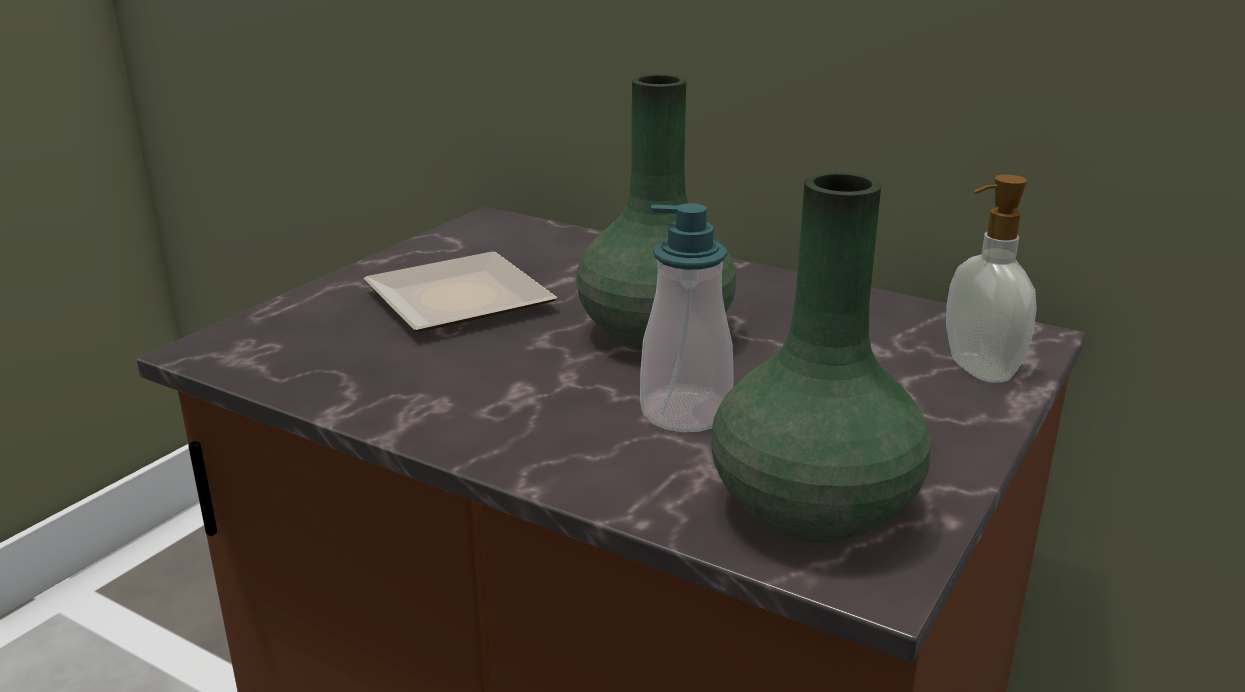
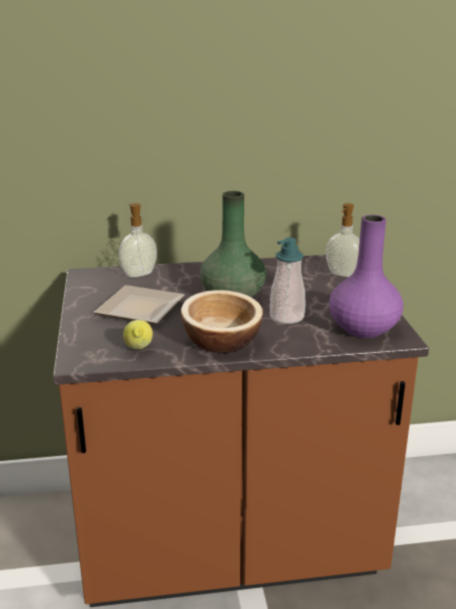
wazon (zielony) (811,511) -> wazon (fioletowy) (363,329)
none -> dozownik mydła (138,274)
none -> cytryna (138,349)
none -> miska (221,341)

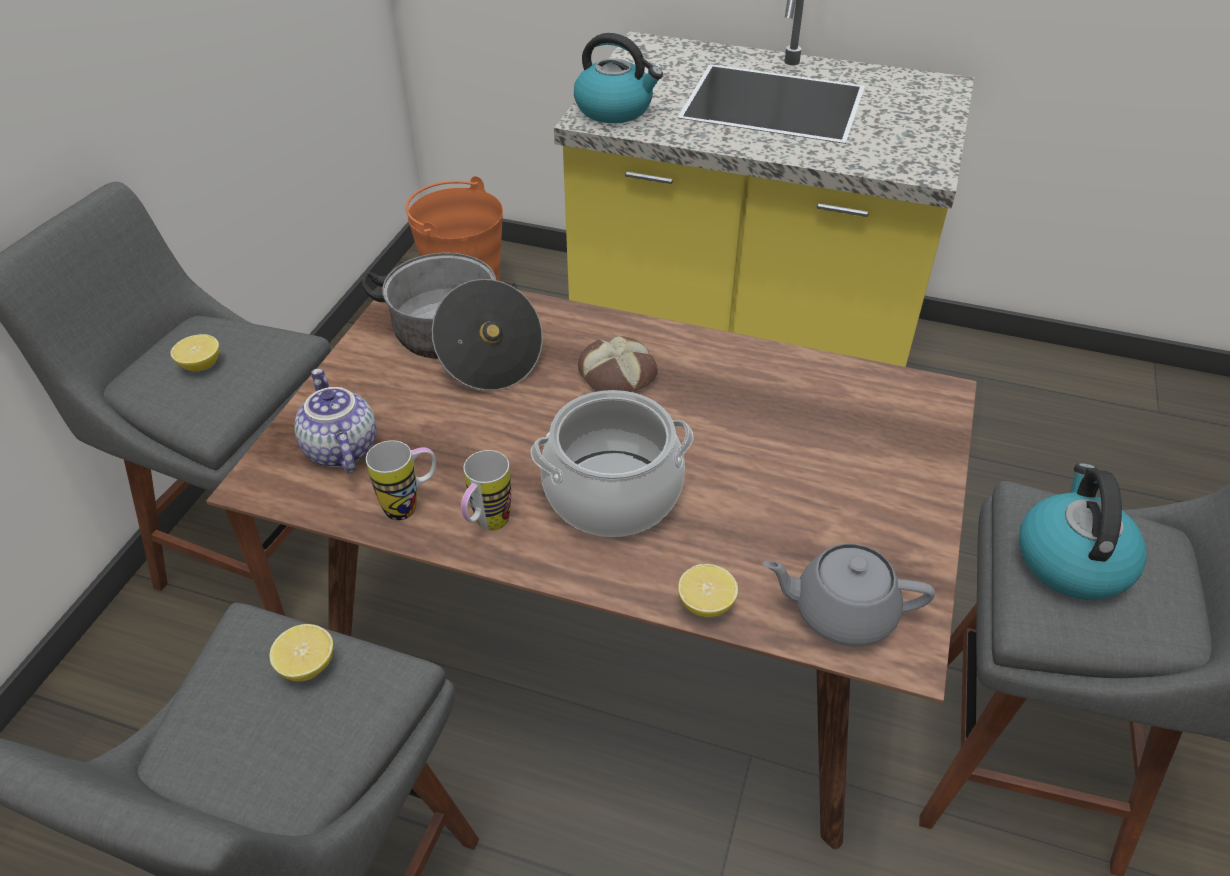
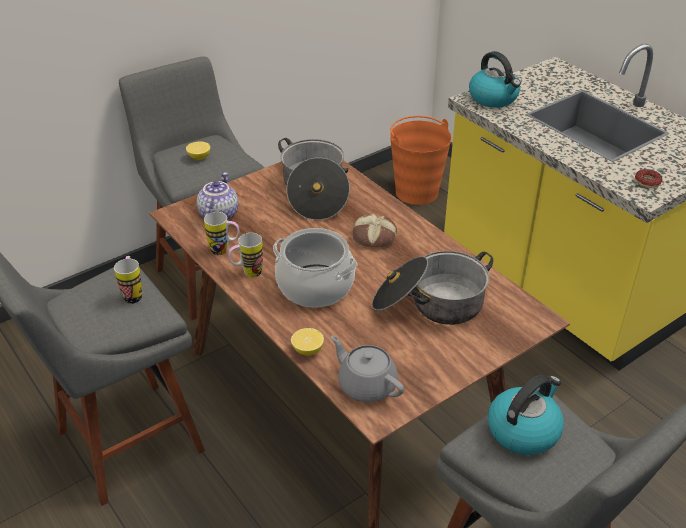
cytryna (307,665) -> kubek (133,294)
none -> garnek (430,304)
none -> donut (647,181)

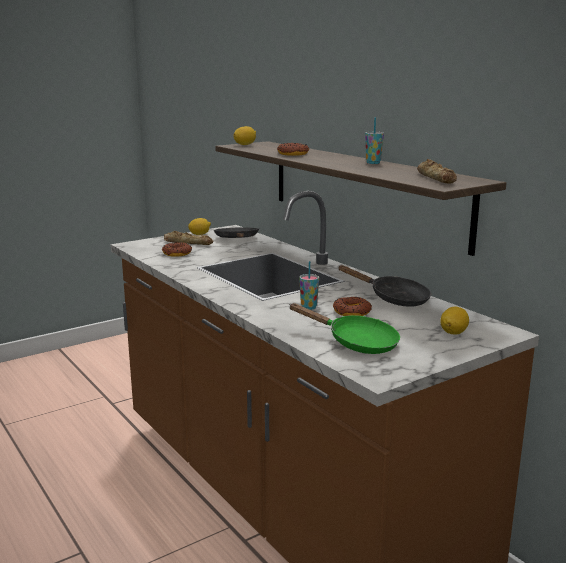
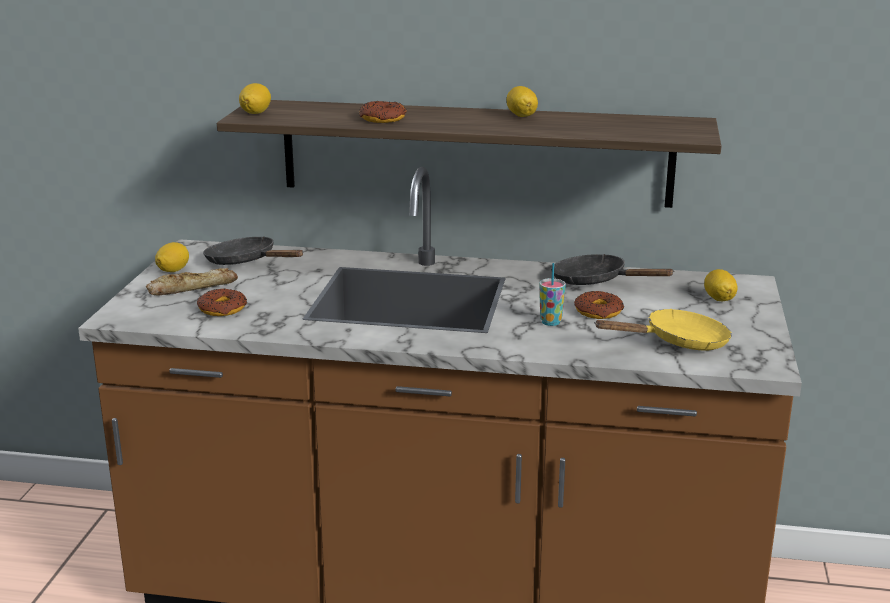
patelnia (zielony) (356,342) -> patelnia (żółty) (678,342)
patelnia (czarny) (393,298) -> patelnia (czarny) (595,281), 135 degrees counterclockwise
filiżanka (373,163) -> cytryna (521,116)
chleb (436,178) -> none

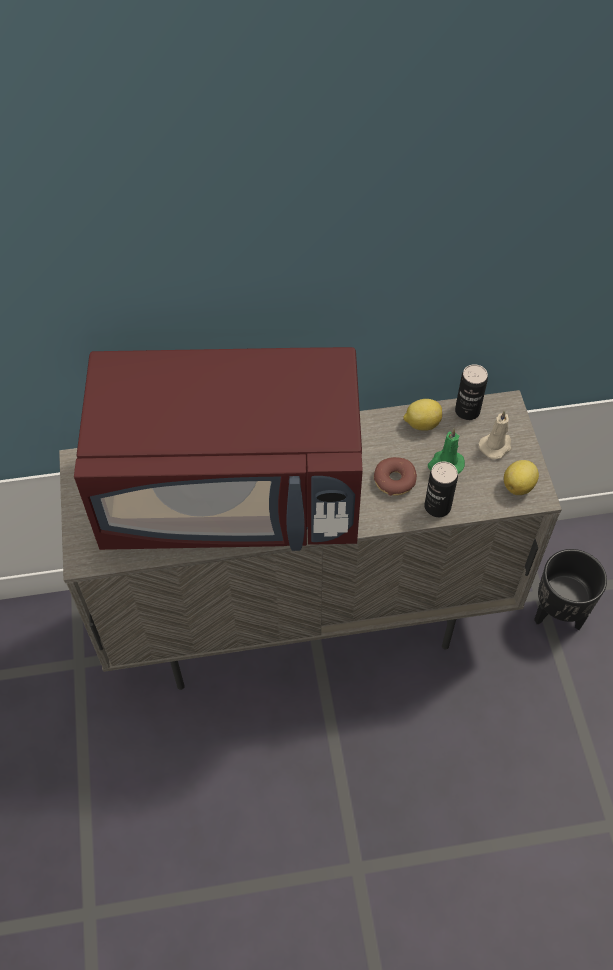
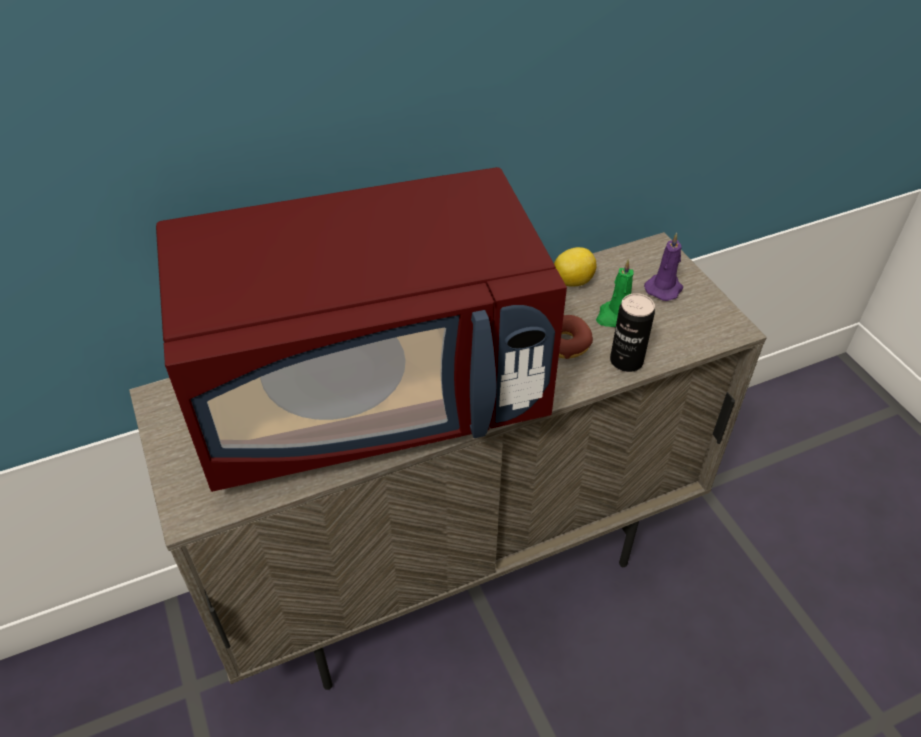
puszka (467,411) -> none
świeca (beżowy) (496,446) -> świeca (fioletowy) (664,288)
cytryna (519,485) -> none
donica (czarny) (558,612) -> none

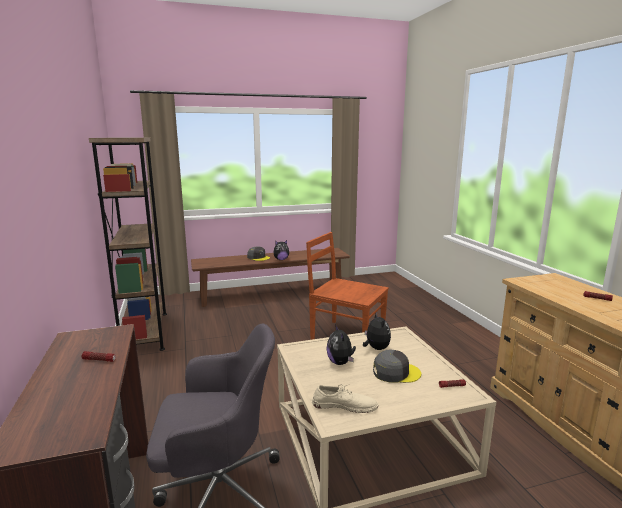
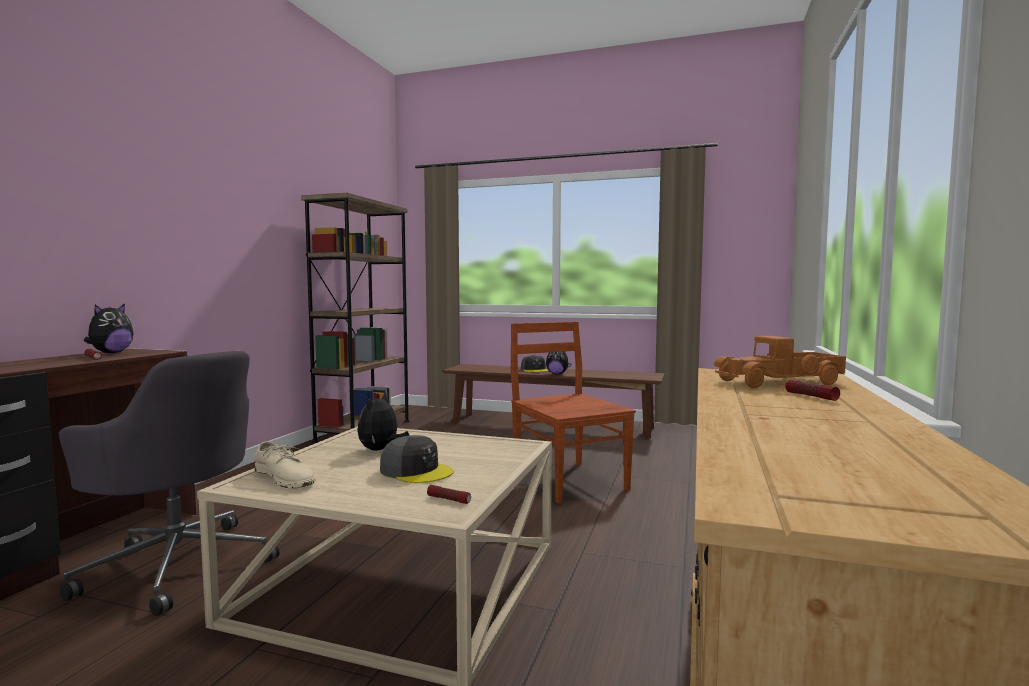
pluszak (376,348) -> pluszak (111,353), move
none -> ciężarówka zabawkowa (780,382)

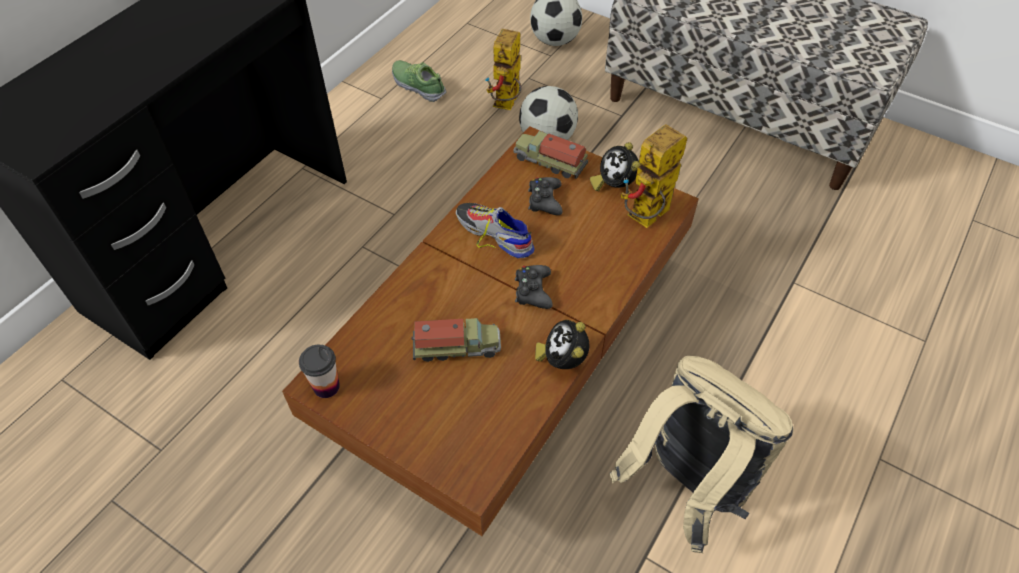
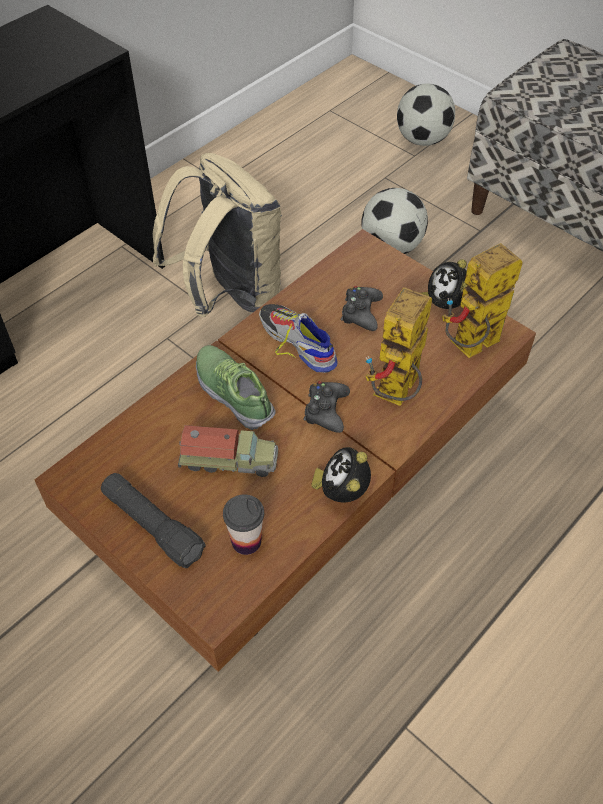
filiżanka (326,386) -> filiżanka (246,541), move
but (418,86) -> but (234,392), move
robot zabawkowy (507,105) -> robot zabawkowy (396,396), move
ciężarówka zabawkowa (549,162) -> none
plecak (beżowy) (685,487) -> plecak (beżowy) (229,295), move
none -> latarka (czarny) (152,526)

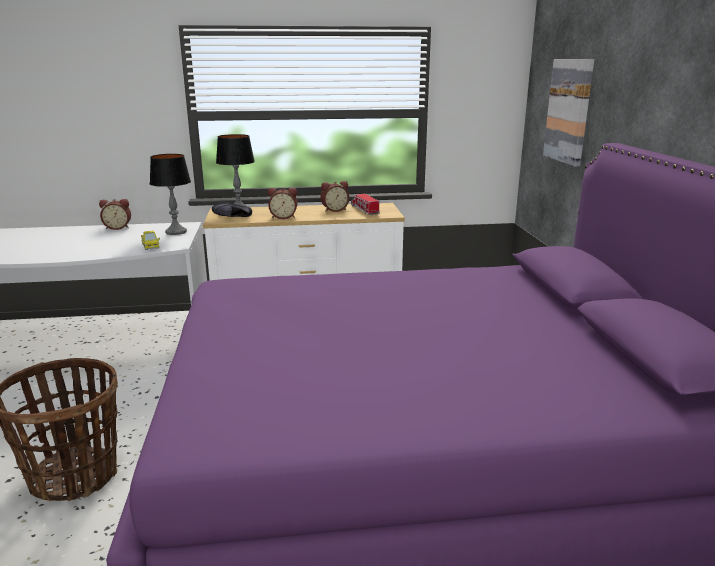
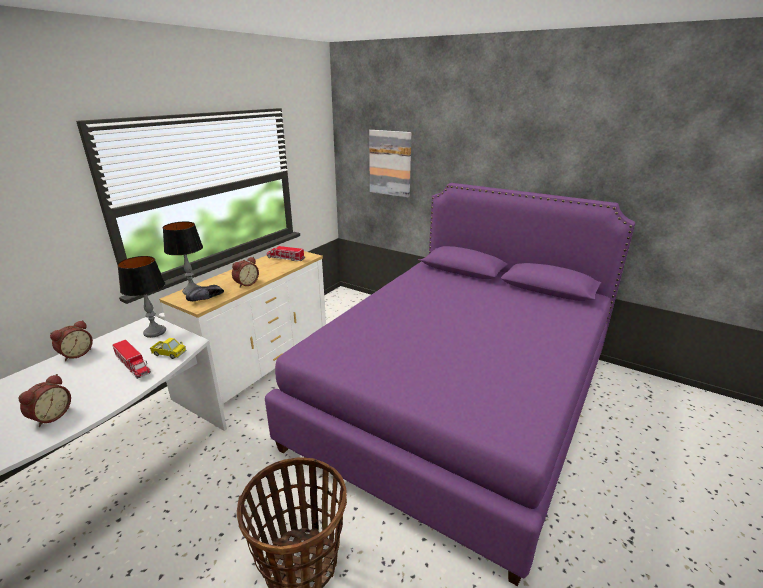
budzik (334,210) -> budzik (51,416), move
none -> ciężarówka zabawkowa (133,365)

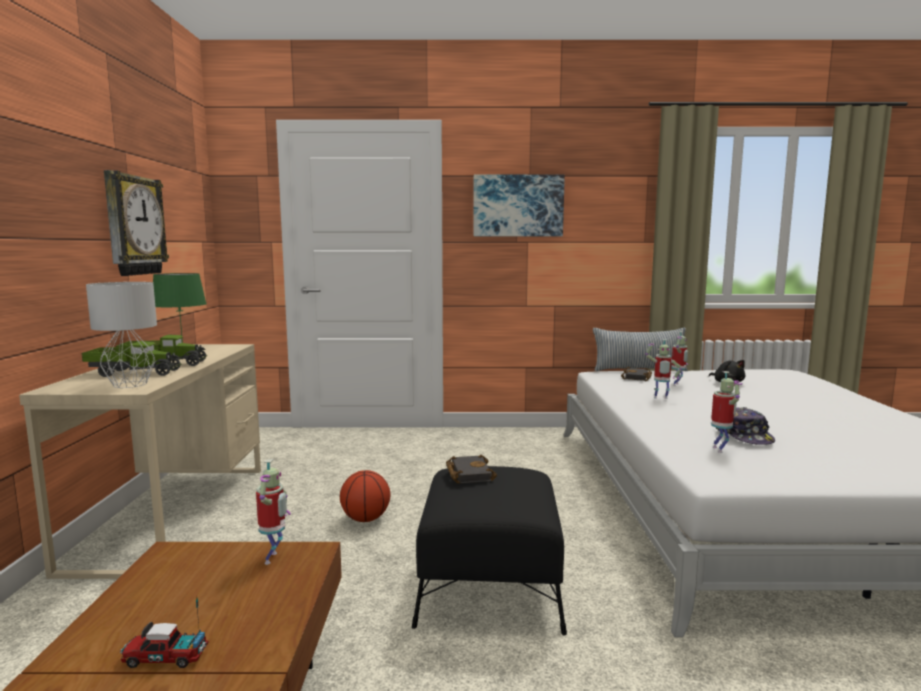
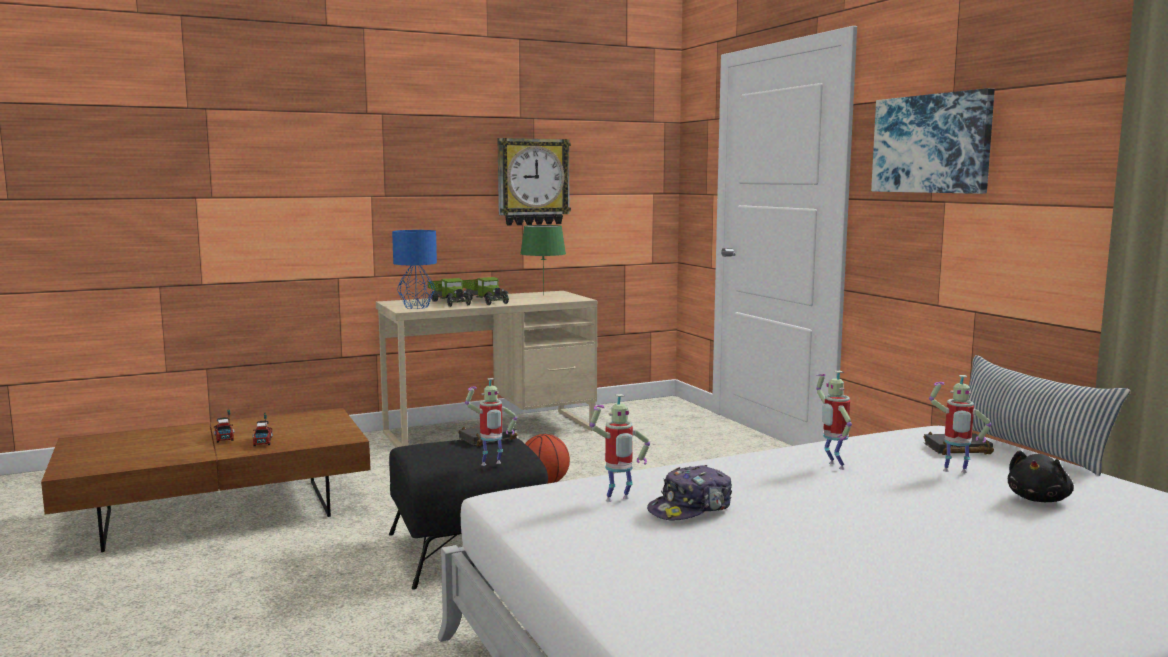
lampa stołowa (szary) (129,384) -> lampa stołowa (niebieski) (416,307)
robot zabawkowy (274,558) -> robot zabawkowy (491,465), move
none -> ciężarówka zabawkowa (263,441)

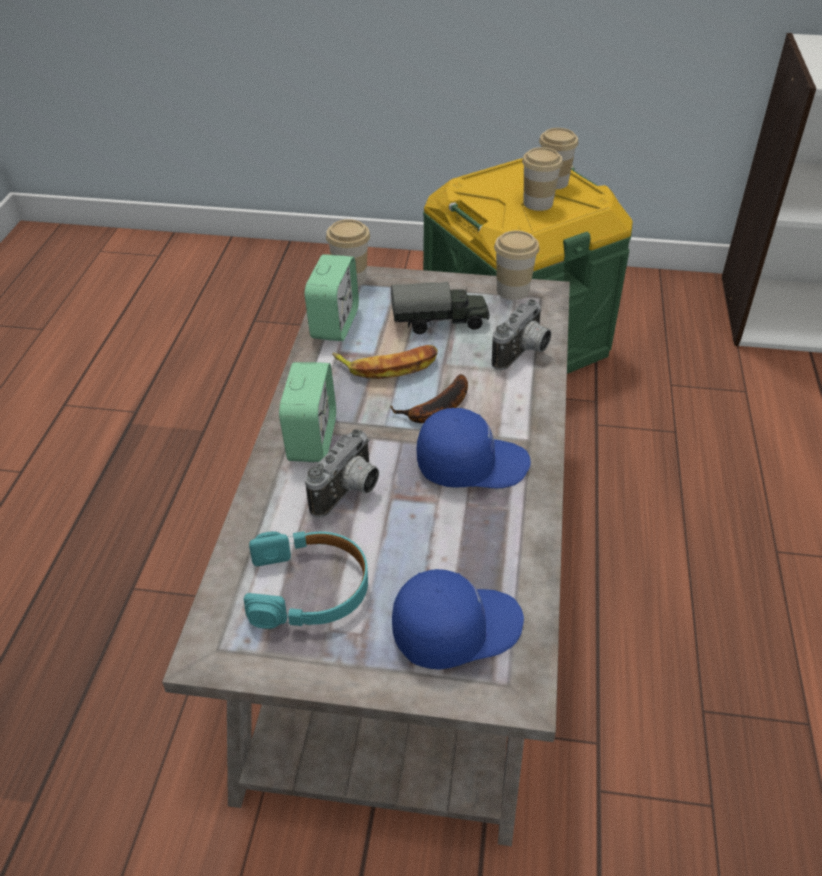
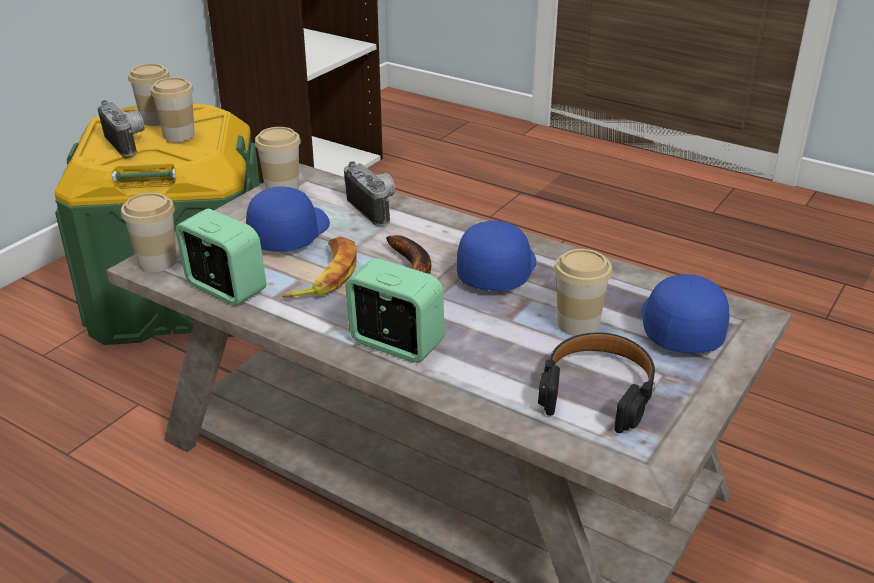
słuchawki (turkusowy) (309,589) -> słuchawki (czarny) (597,390)
aparat fotograficzny (349,493) -> aparat fotograficzny (128,143), move
ciężarówka zabawkowa (440,322) -> czapka z daszkiem (niebieski) (289,233)
none -> filiżanka (577,324)

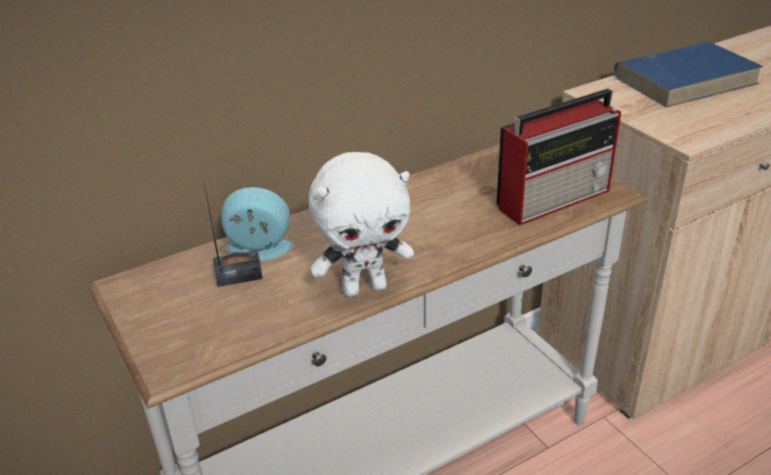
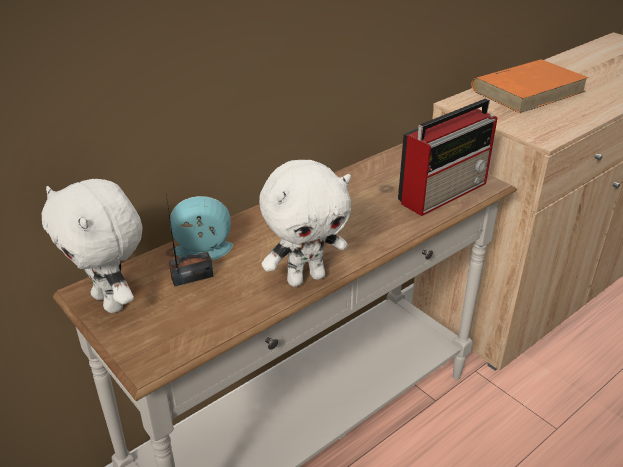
książka (niebieski) (686,80) -> książka (pomarańczowy) (528,90)
none -> pluszak (biały) (111,302)

